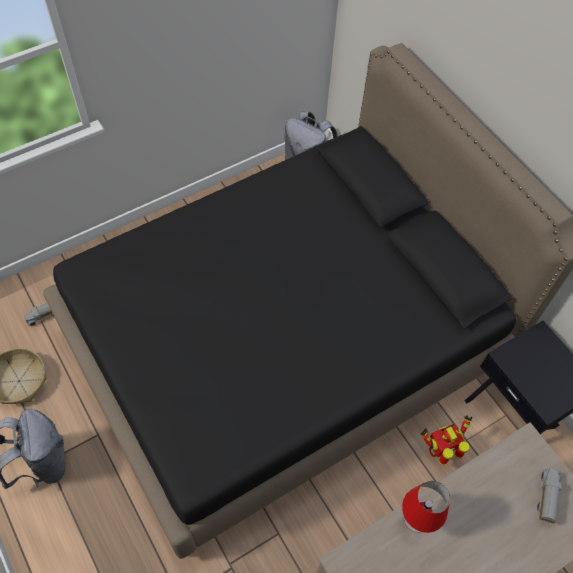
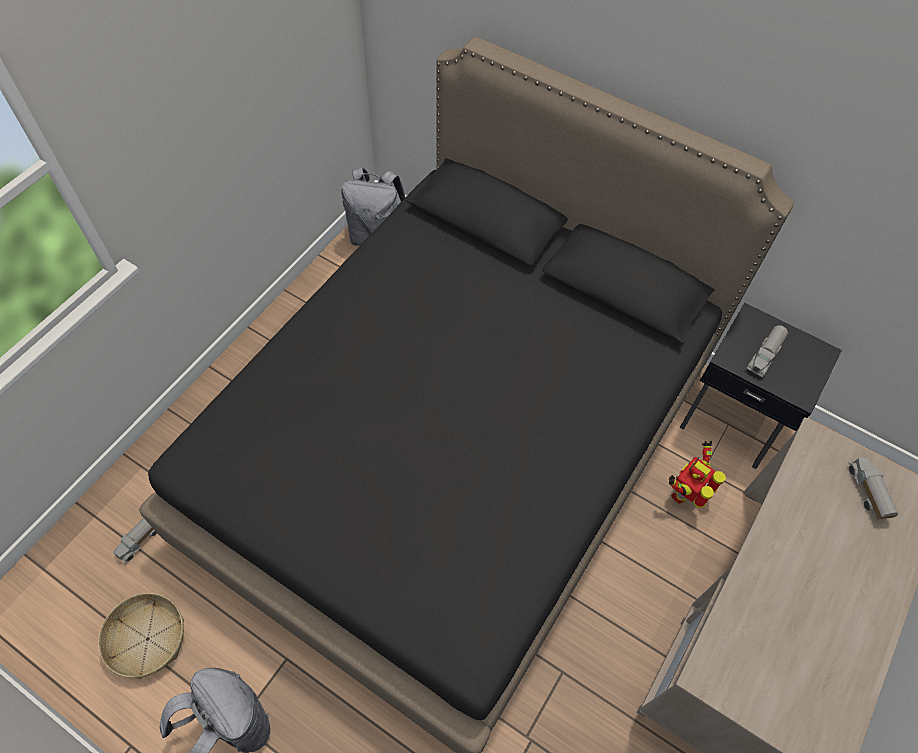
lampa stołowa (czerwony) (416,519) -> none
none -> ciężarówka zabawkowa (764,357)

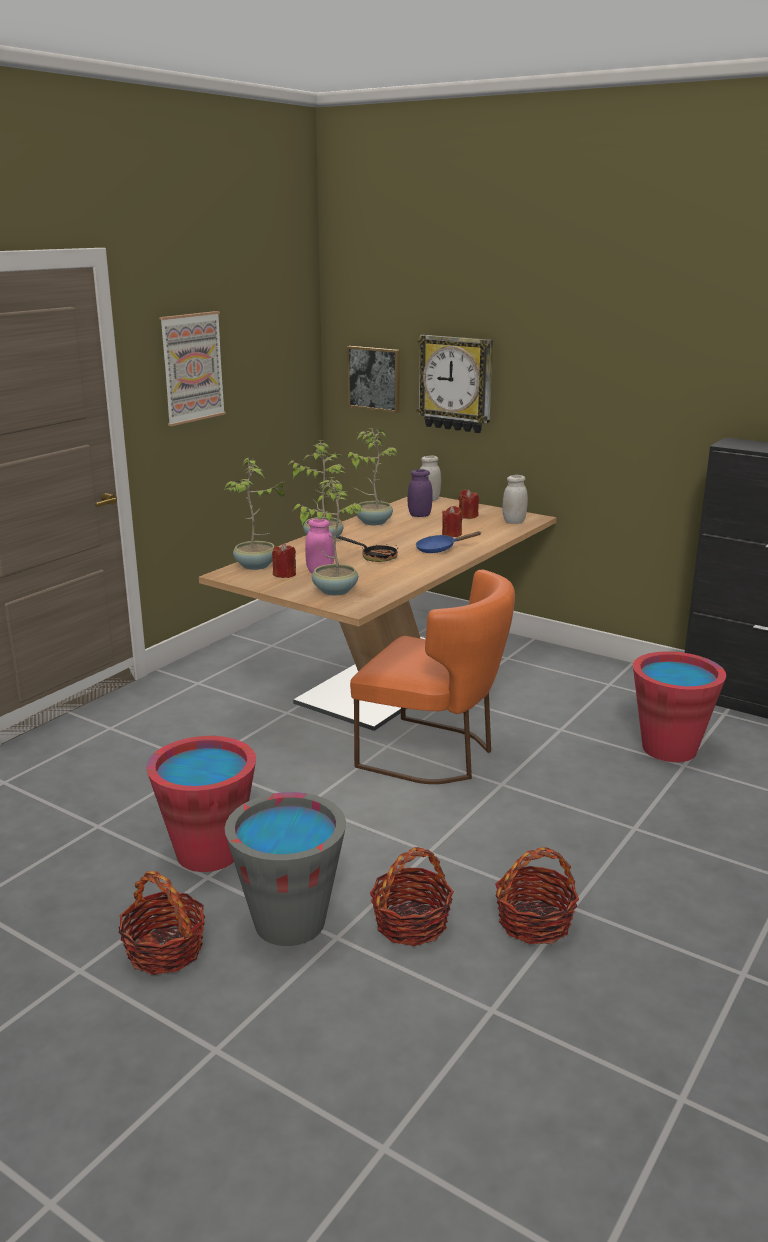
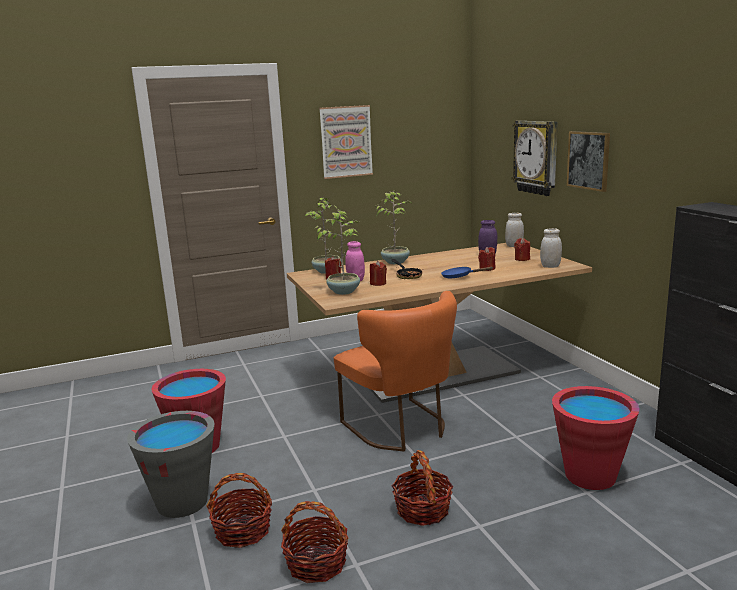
koszyk (165,950) -> koszyk (423,510), move
obraz (374,378) -> obraz (588,160), move
roślina doniczkowa (373,522) -> none
none -> świeca (czerwony) (378,283)

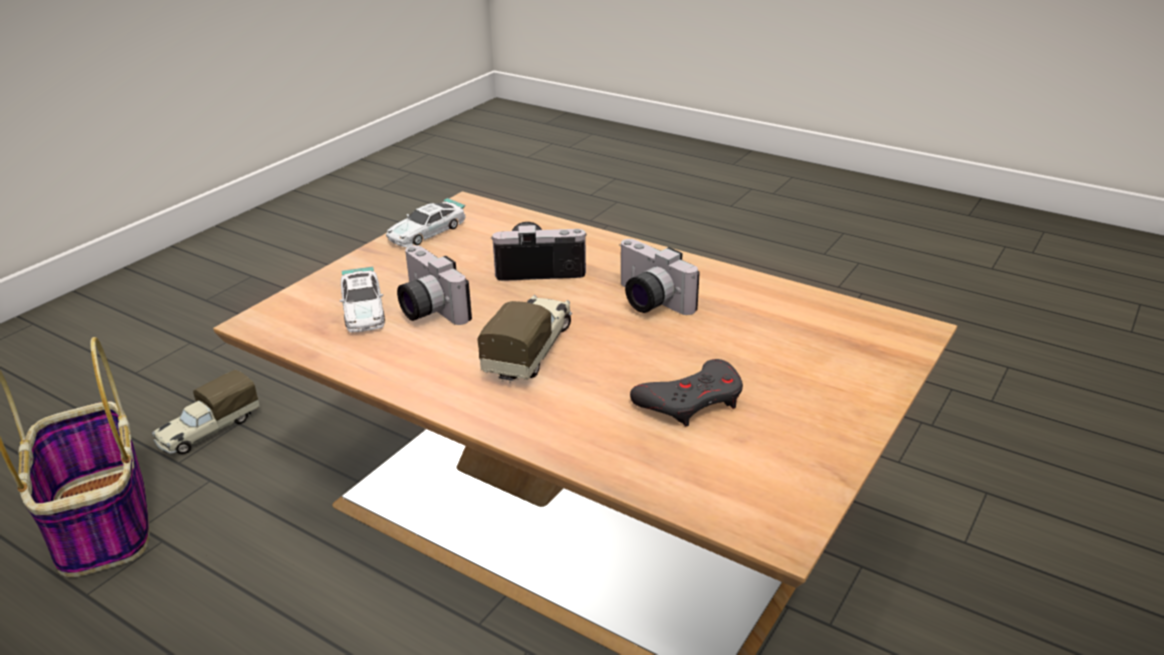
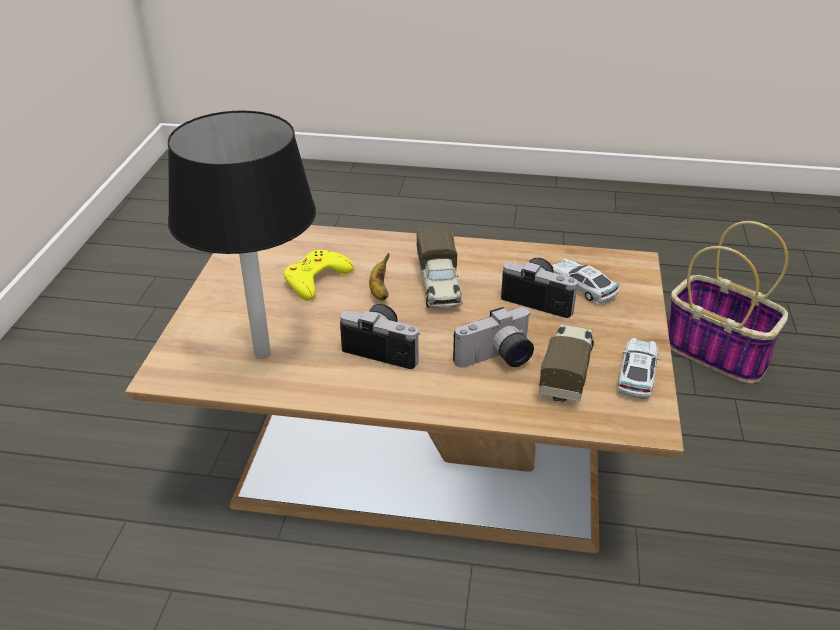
ciężarówka zabawkowa (208,431) -> ciężarówka zabawkowa (566,372), move
pad do gier (szary) (691,400) -> pad do gier (żółty) (316,279)
none -> lampa stołowa (czarny) (262,353)
none -> banan (379,291)

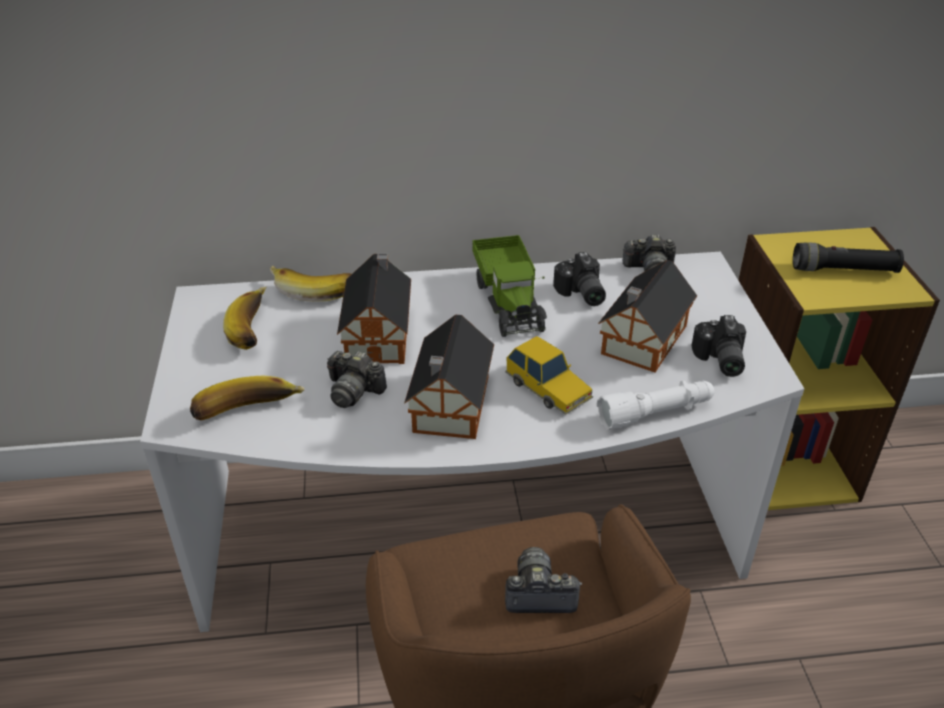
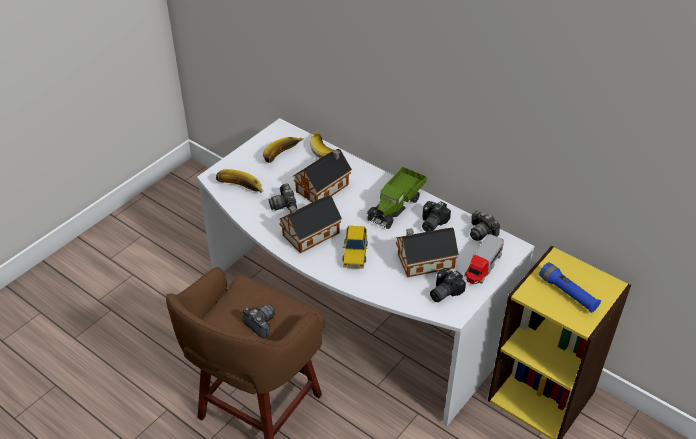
latarka (biały) (655,414) -> none
latarka (czarny) (844,270) -> latarka (niebieski) (567,293)
none -> ciężarówka zabawkowa (482,267)

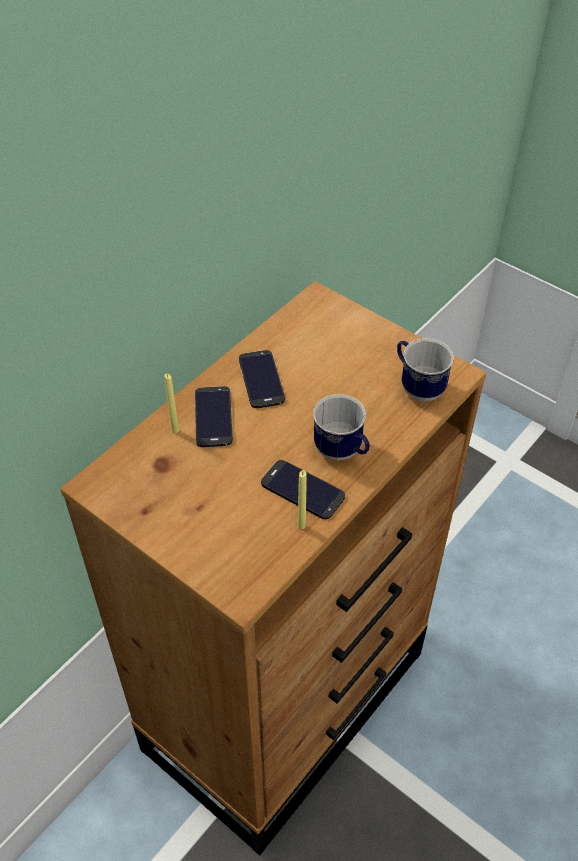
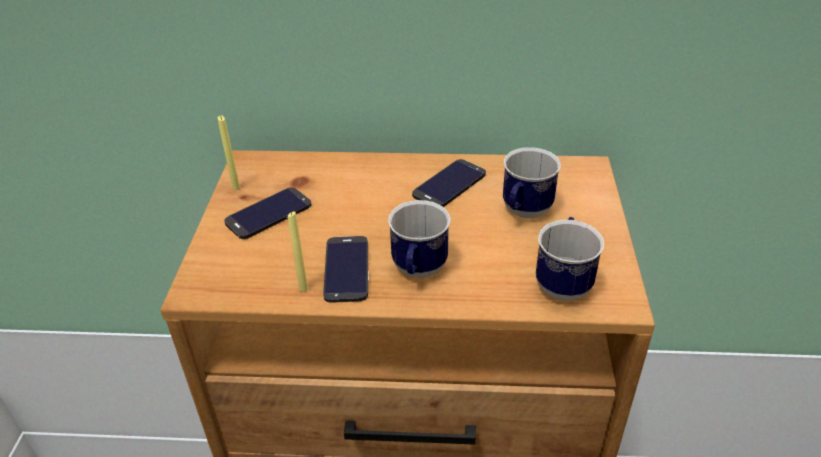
świeca (żółty) (175,430) -> świeca (żółty) (236,187), move
telefon (213,417) -> telefon (268,213), move
none -> kubek (523,213)

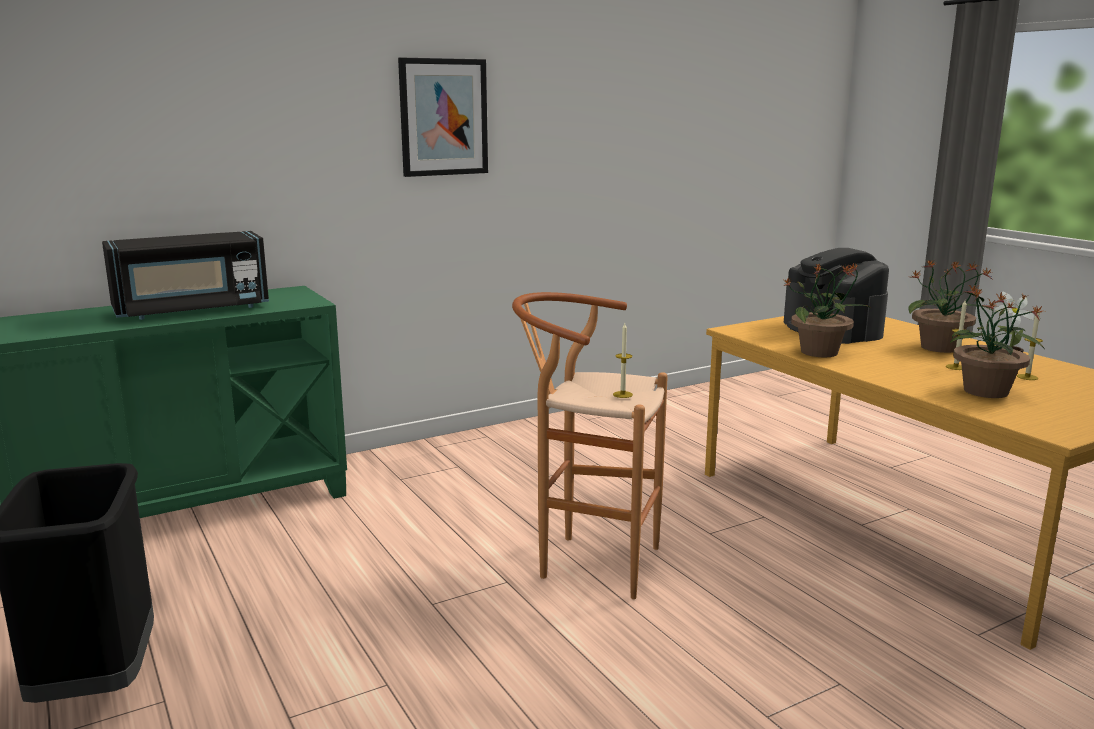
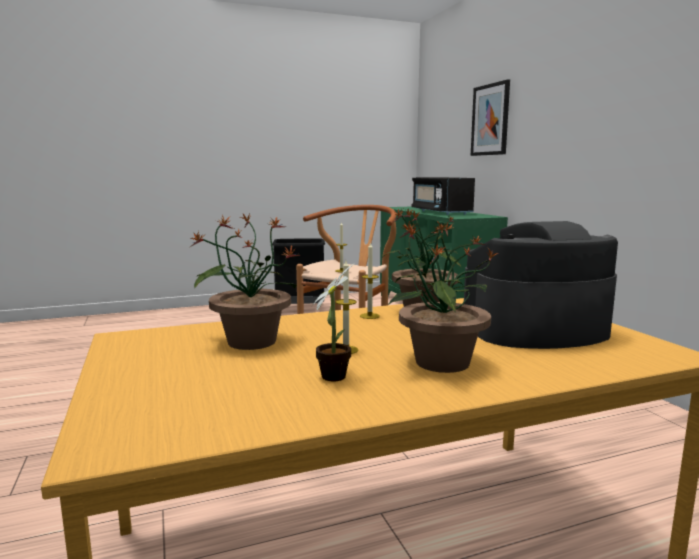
obraz (443,117) -> obraz (490,120), move
świeca (1027,377) -> świeca (369,316), move

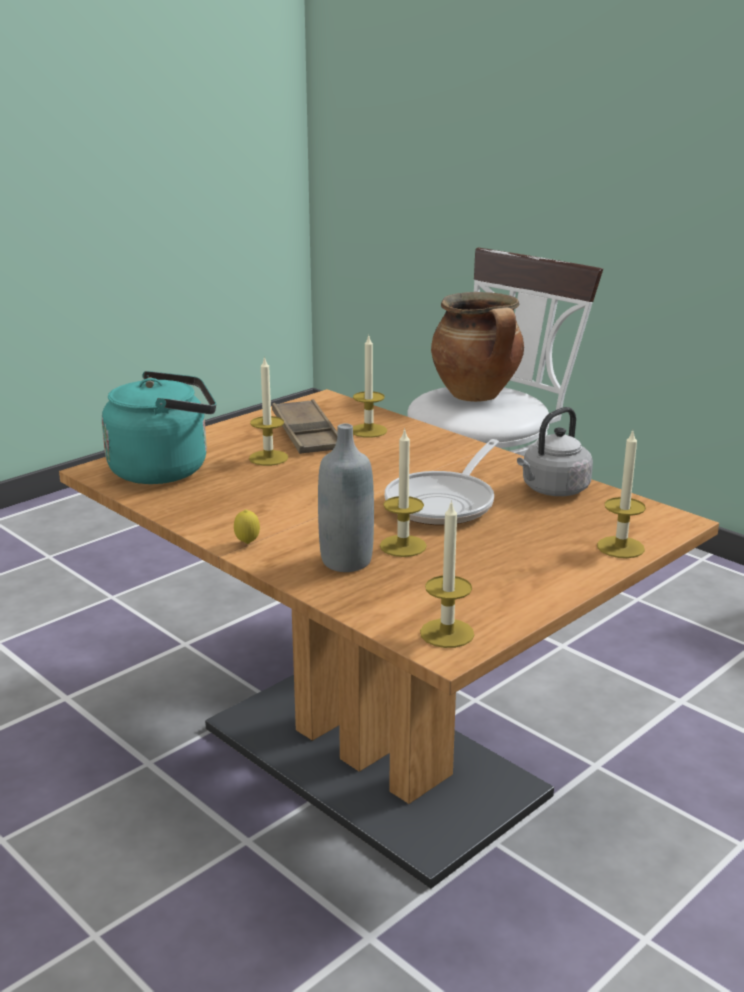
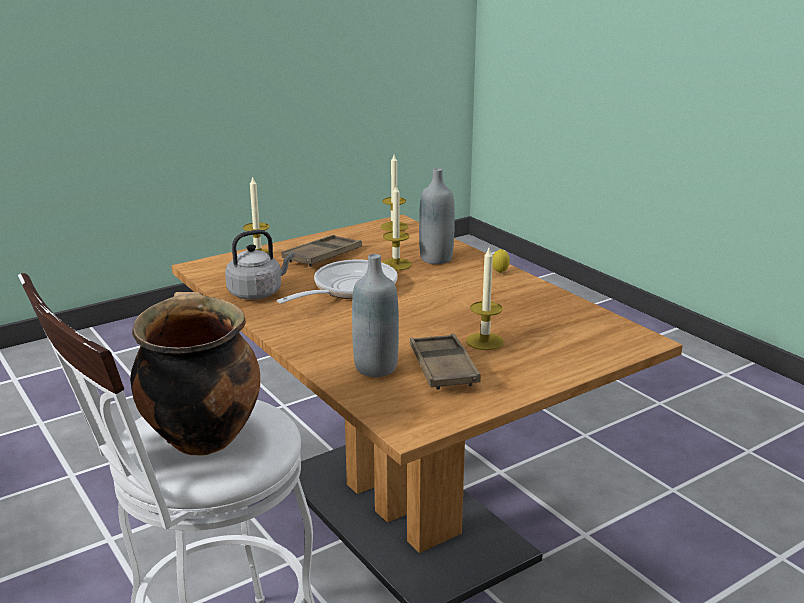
czajnik (turkusowy) (165,469) -> none
świeca (368,430) -> butelka (szary) (376,368)
none -> taca (brązowy) (323,256)

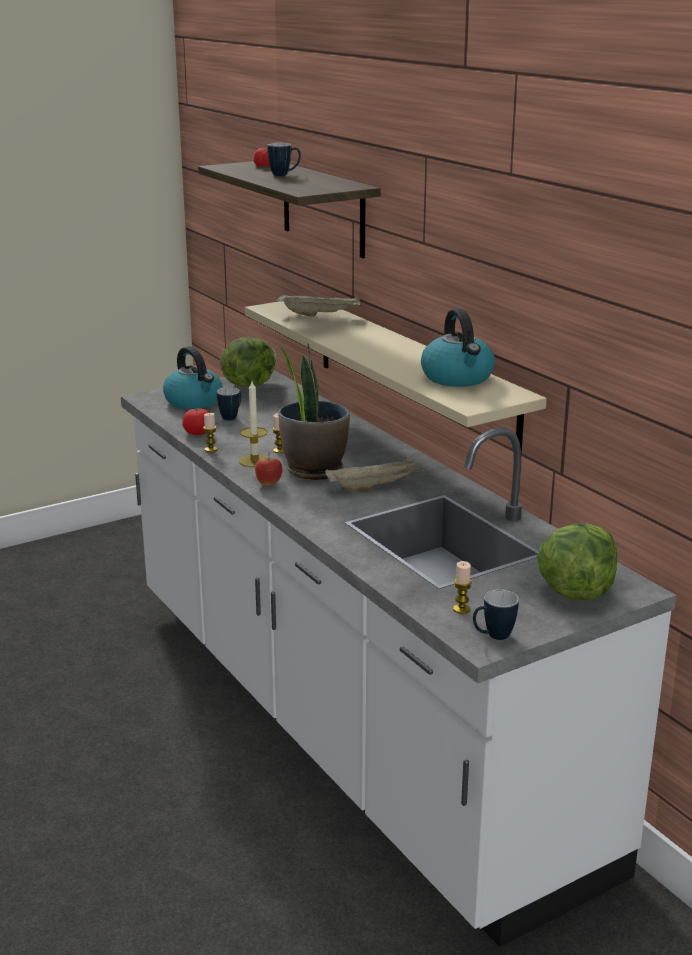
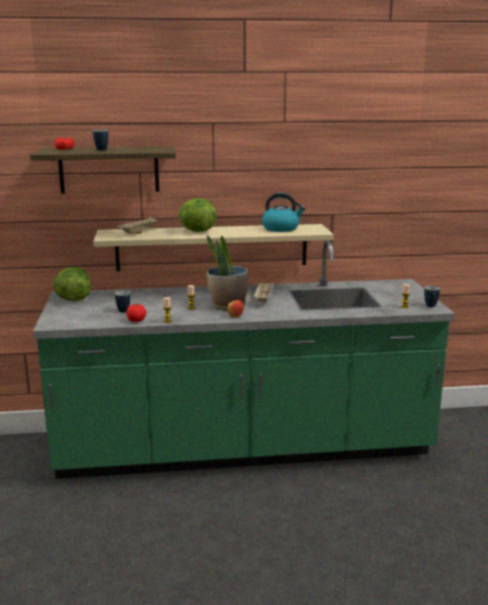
zabudowa kuchenna (biały) (346,722) -> zabudowa kuchenna (zielony) (244,449)
czajnik (194,401) -> none
świeca (254,461) -> none
sałata (575,592) -> sałata (196,231), move

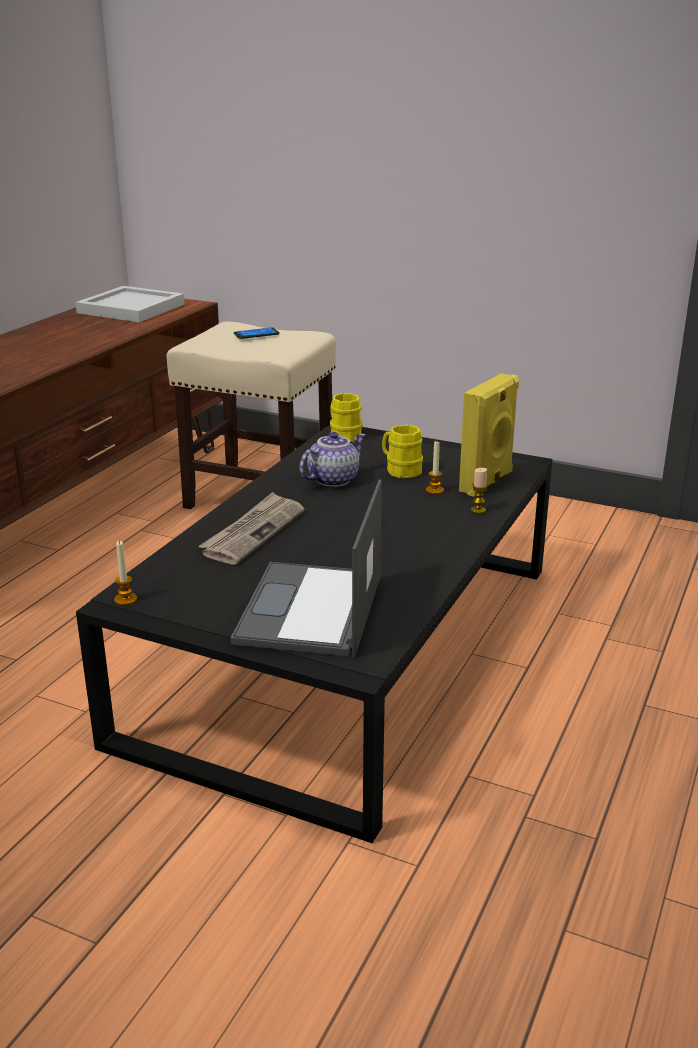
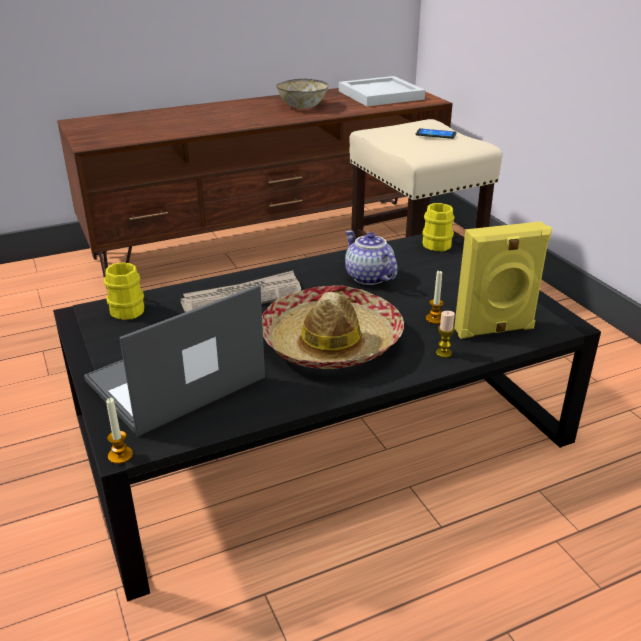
świeca (125,599) -> świeca (120,455), move
imbryk (333,479) -> imbryk (367,277), 120 degrees counterclockwise
kubek (żółty) (400,470) -> kubek (żółty) (127,308), move
none -> kapelusz (331,342)
none -> miska (303,106)

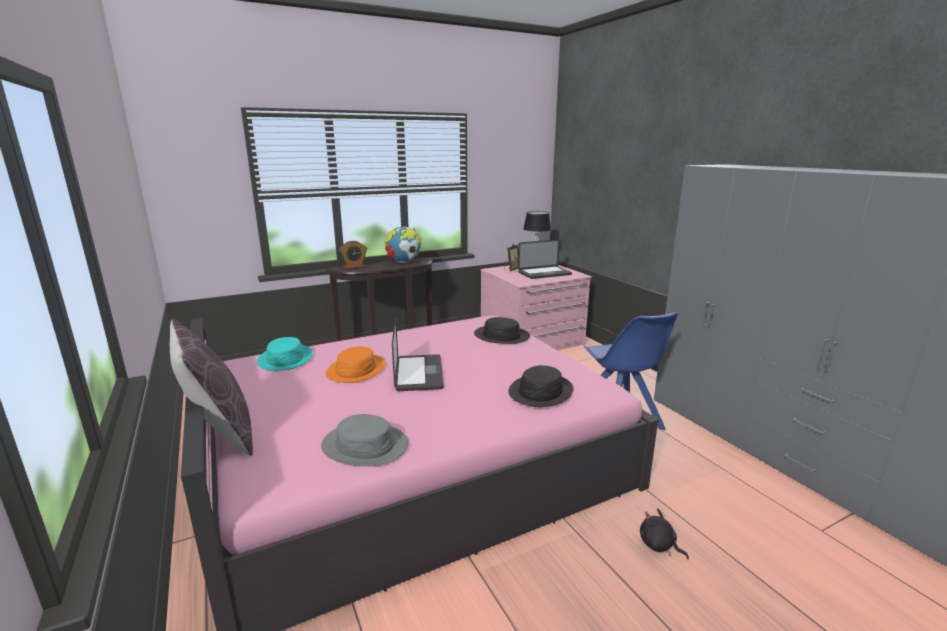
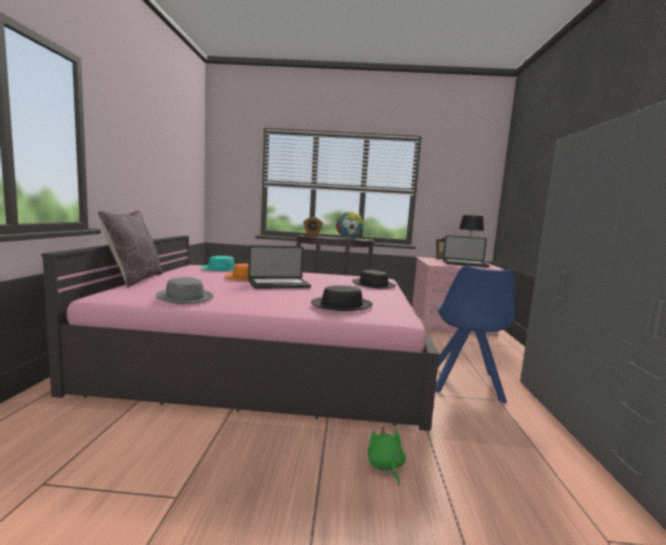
laptop (418,373) -> laptop (279,285), 45 degrees clockwise
pluszak (czarny) (659,545) -> pluszak (zielony) (385,466)

